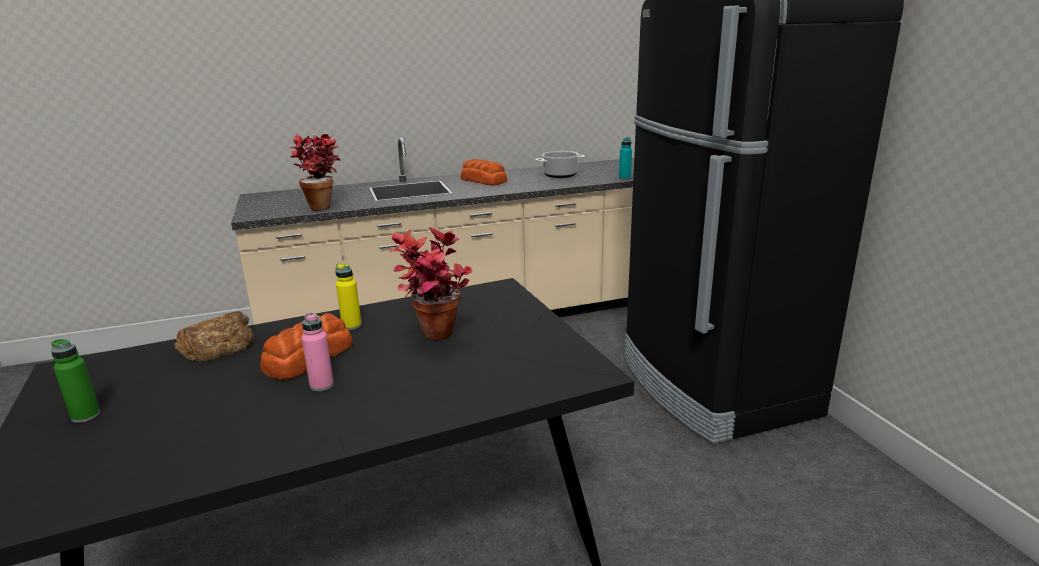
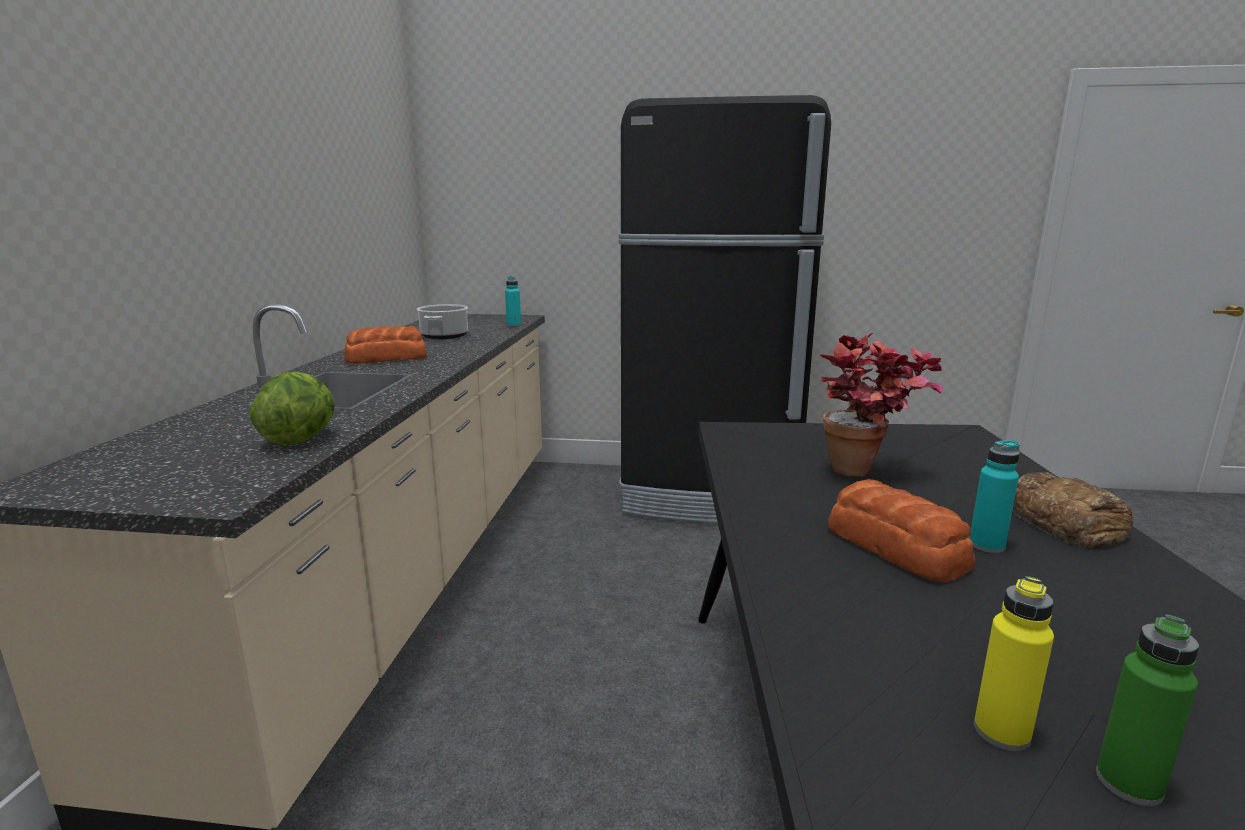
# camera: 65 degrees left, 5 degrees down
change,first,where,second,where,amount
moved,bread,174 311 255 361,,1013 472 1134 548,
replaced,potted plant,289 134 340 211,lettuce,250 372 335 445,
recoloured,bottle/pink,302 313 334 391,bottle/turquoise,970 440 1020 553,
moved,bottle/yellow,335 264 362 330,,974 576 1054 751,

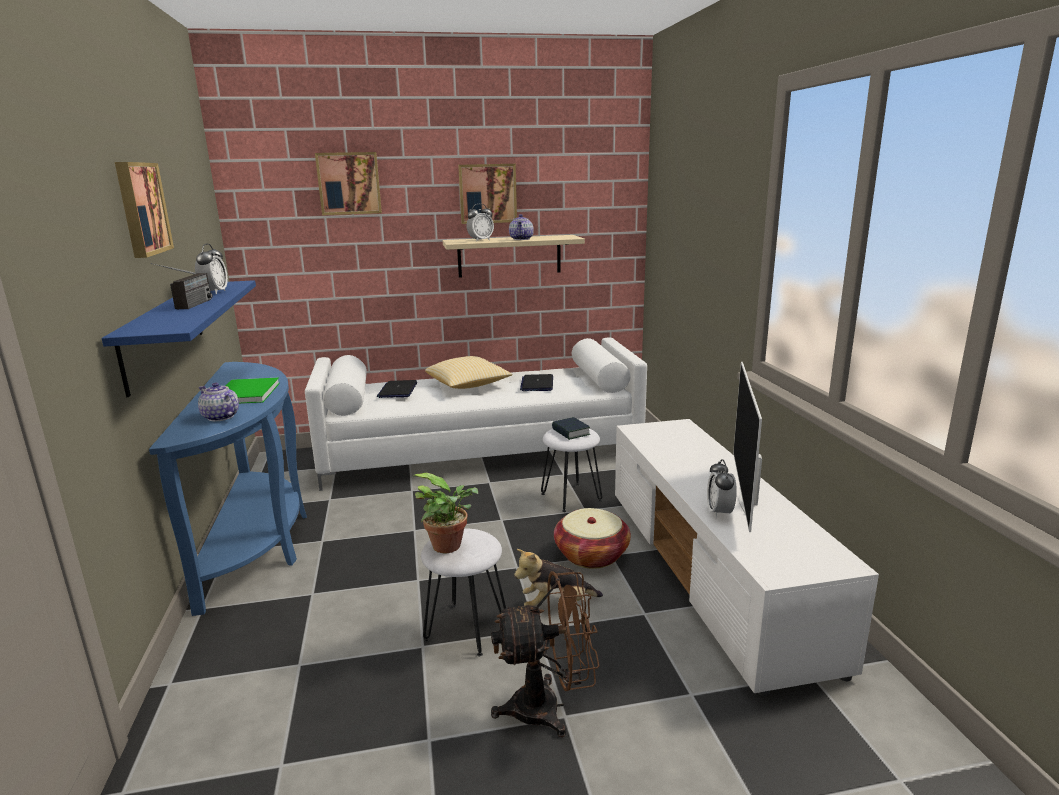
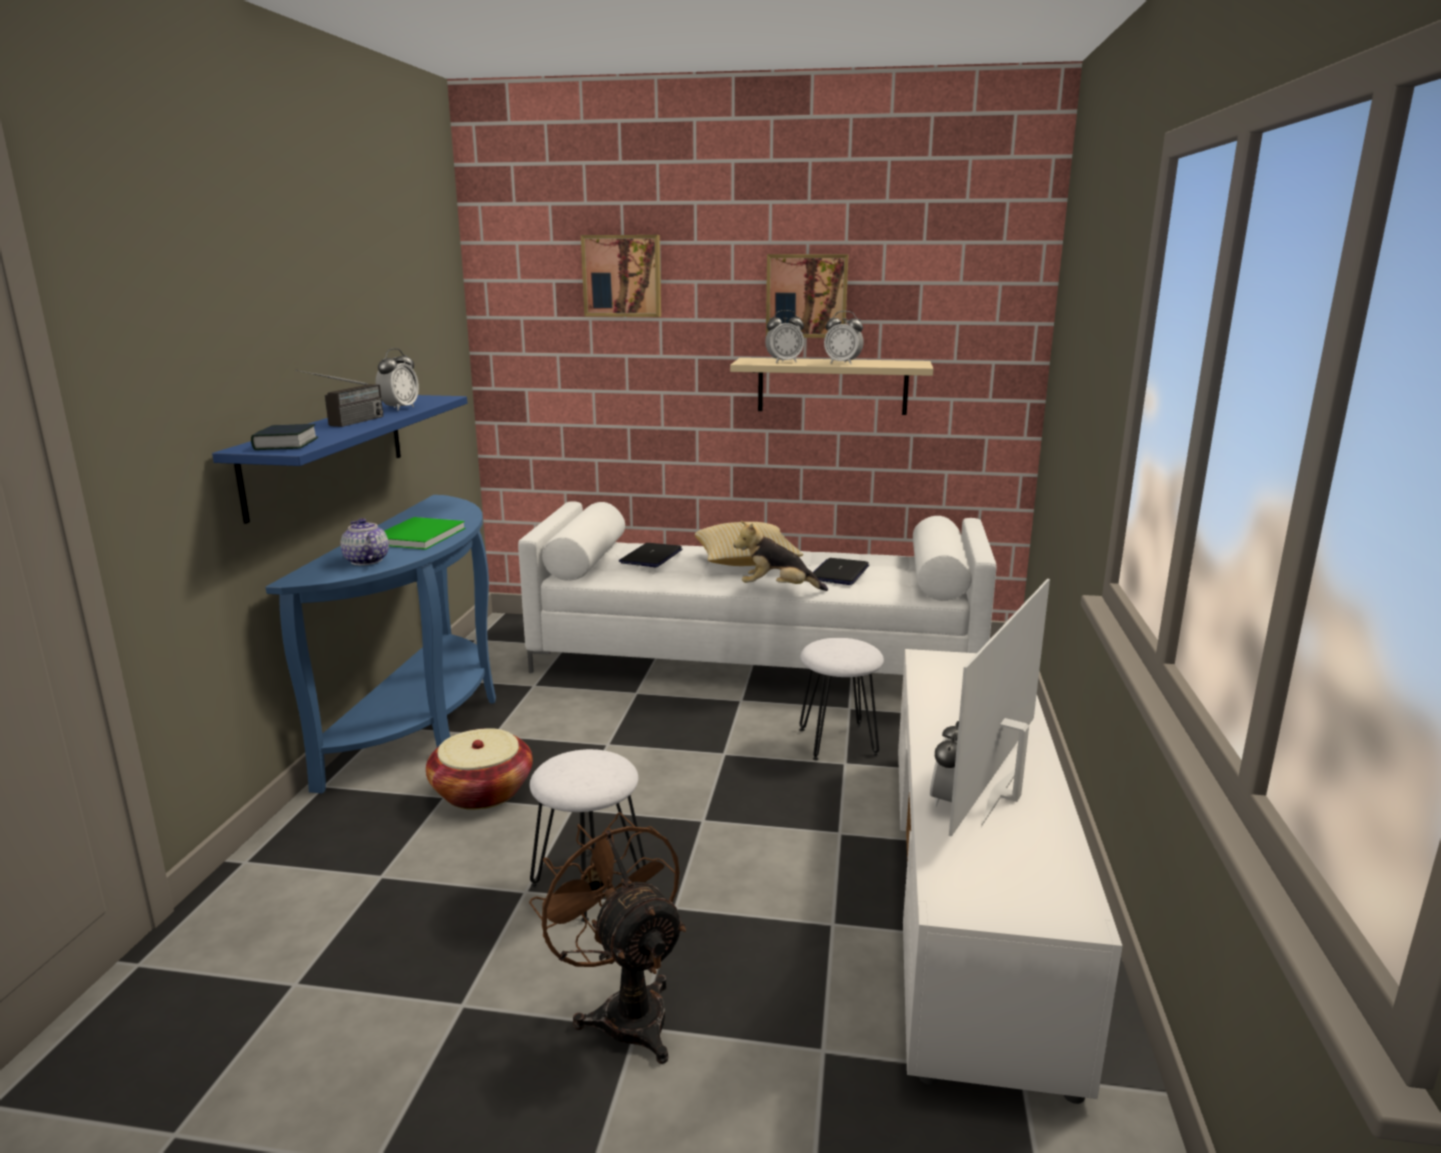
# camera: 20 degrees right, 0 degrees up
change,first,where,second,where,amount
removed,picture,115 162 174 258,,,
removed,potted plant,412 473 478 553,,,
turned,fan/brown,491 571 599 737,,529 812 686 1064,135 degrees counterclockwise
replaced,teapot,509 214 534 240,alarm clock,824 311 864 364,
moved,plush toy,514 549 603 607,,733 520 828 591,
moved,book,552 417 590 440,,251 424 318 450,
moved,basket,554 508 631 569,,426 728 533 810,

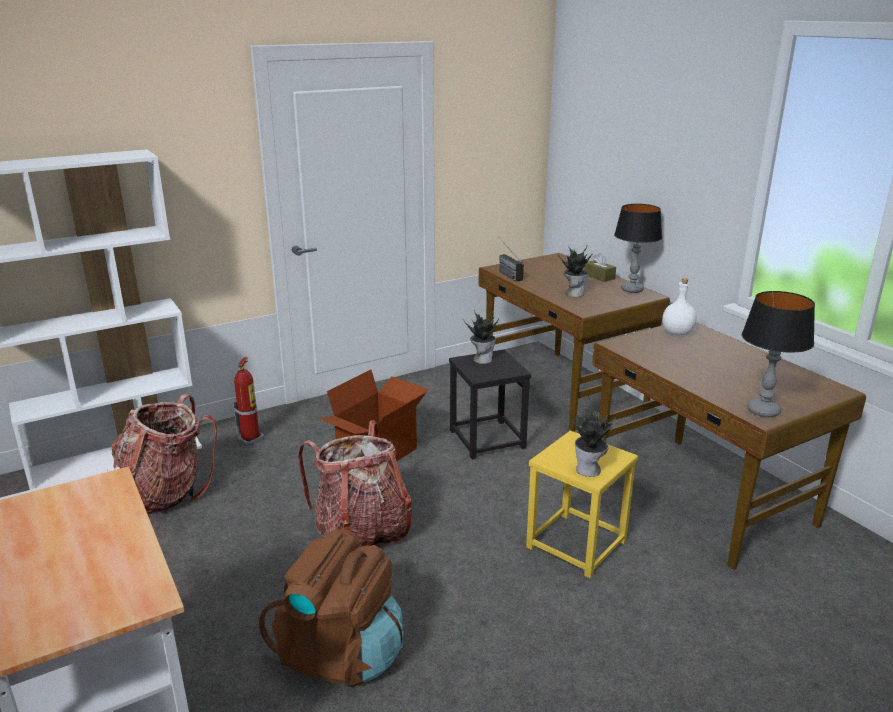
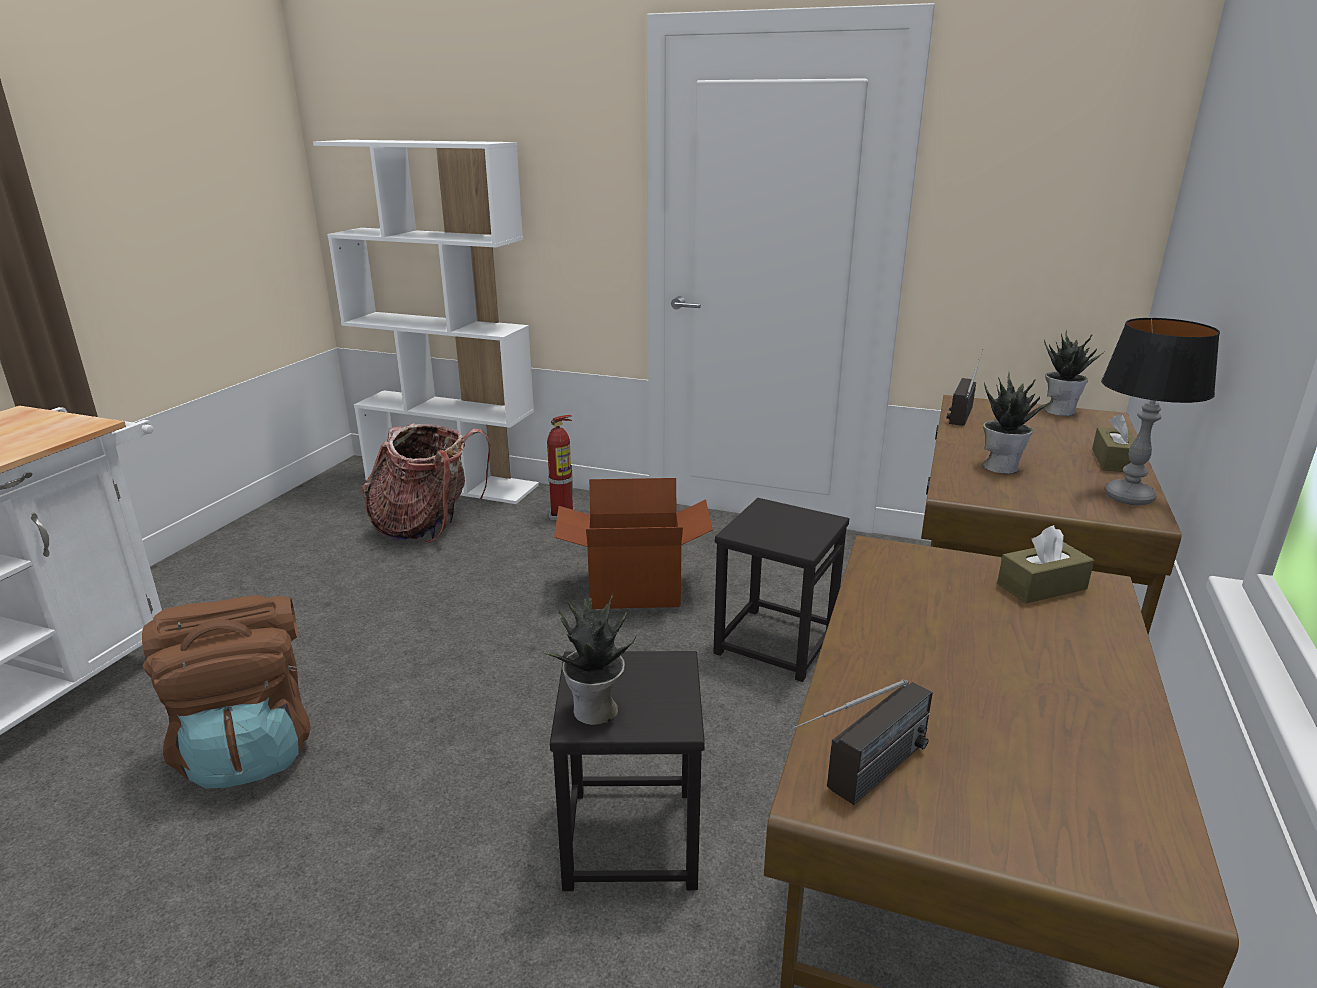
# camera: 50 degrees right, 0 degrees up
change,first,where,second,where,amount
removed,backpack,298 420 413 547,,,
moved,potted plant,463 310 499 364,,1044 330 1104 416,
recoloured,stool/yellow,526 431 638 578,stool/black,550 651 705 891,
replaced,bottle/white,662 278 697 336,tissue box/brown,997 525 1094 603,
replaced,table lamp,742 291 815 417,radio,791 680 933 805,

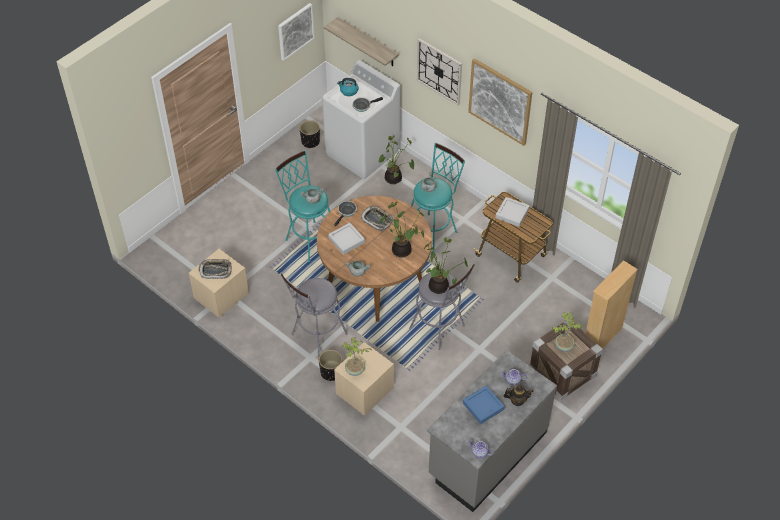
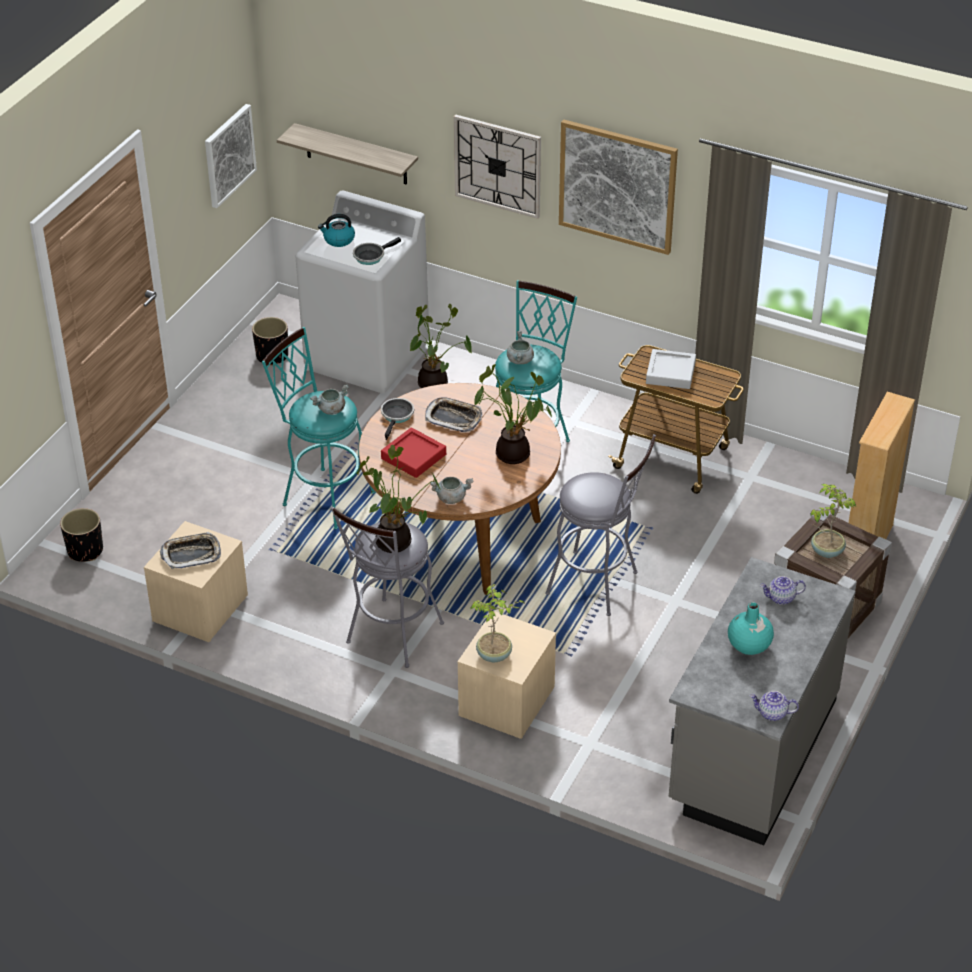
# camera: 15 degrees left, 10 degrees down
change,first,where,second,where,amount
moved,planter/black,319 350 342 381,,60 508 103 562,
recoloured,tray/grey,328 223 365 255,tray/red,381 427 446 478,
moved,potted plant,423 237 468 294,,356 445 441 553,
replaced,tray/blue,463 385 505 424,vase/turquoise,728 602 774 655,
removed,teapot,504 385 534 406,,,

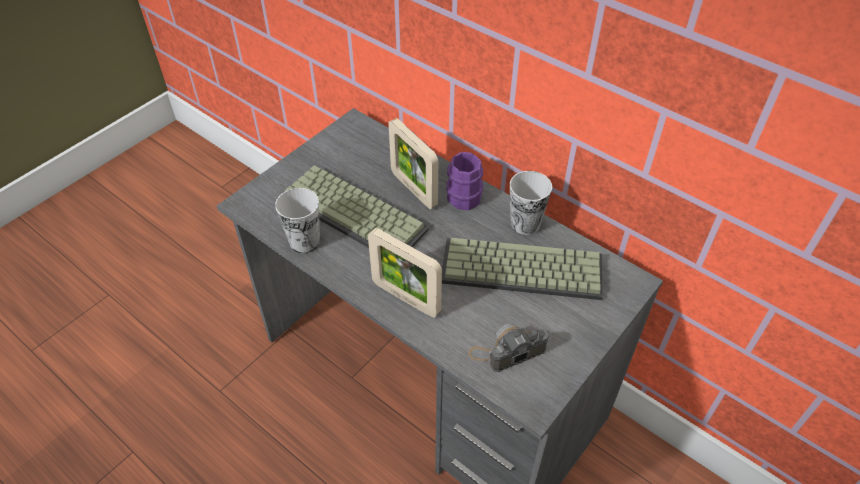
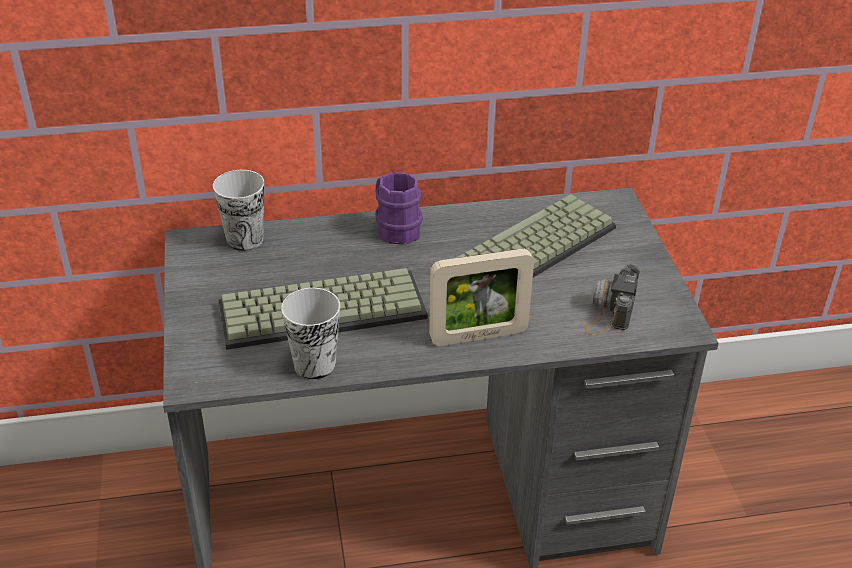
# camera: 50 degrees left, 10 degrees down
change,first,where,second,where,amount
removed,picture frame,389 118 438 209,,,
moved,cup,510 171 552 235,,213 170 265 251,

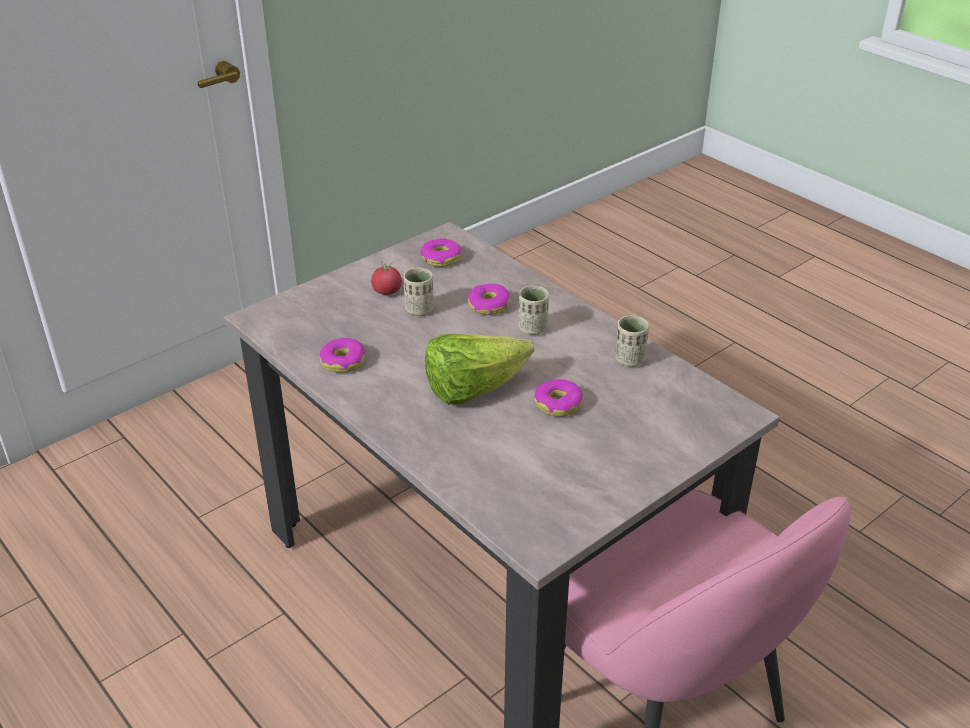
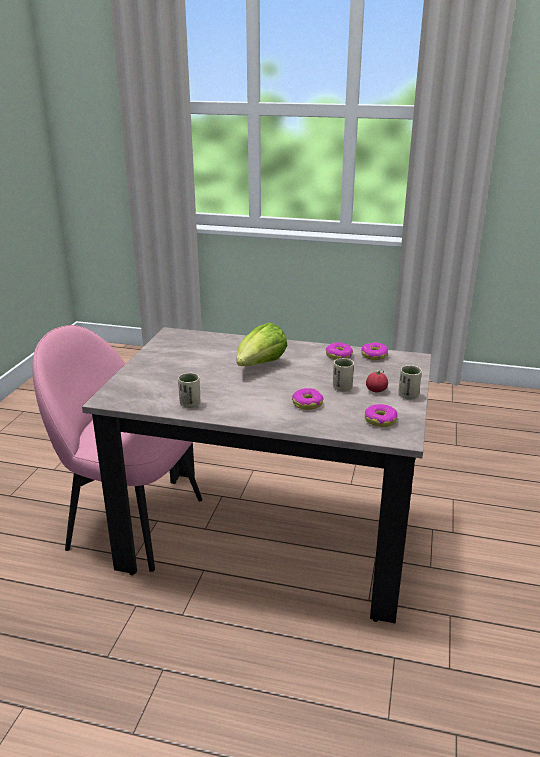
# camera: 145 degrees right, 10 degrees down
change,first,where,second,where,amount
moved,cup/beige,518 286 549 335,,398 365 422 400,
moved,donut,534 379 583 417,,361 342 388 360,

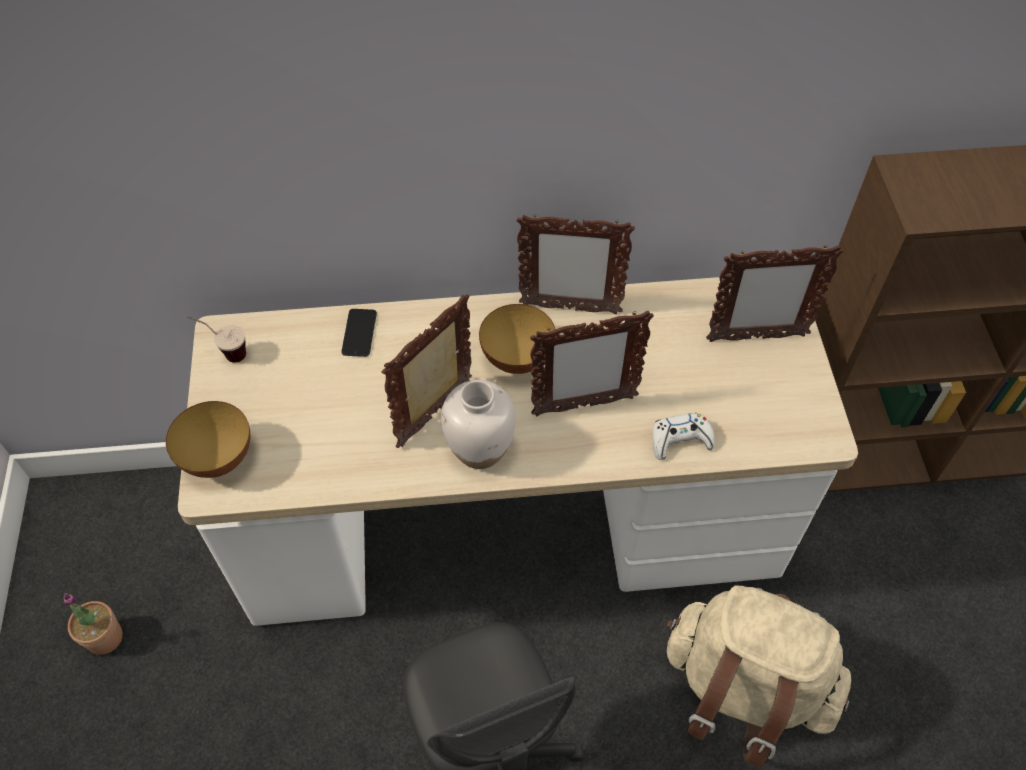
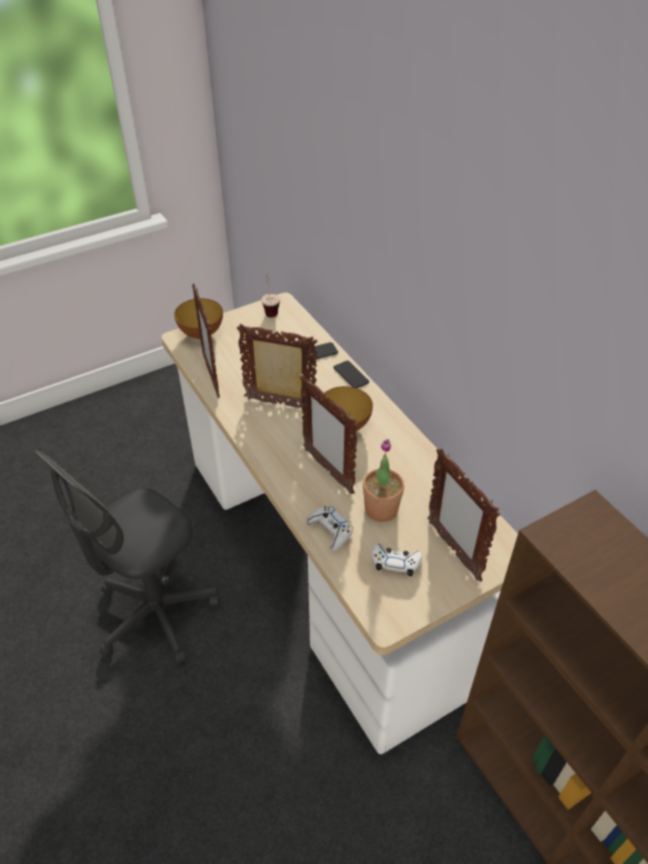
# camera: 65 degrees right, 10 degrees down
change,first,where,second,where,amount
moved,potted plant,63 593 123 655,,363 439 404 522,
removed,vase/white,441 380 516 469,,,
moved,picture frame,517 214 635 314,,192 284 220 398,
removed,backpack/beige,667 586 851 767,,,
added,,,phone,333 361 369 388,
added,,,game controller/white,372 544 422 576,

